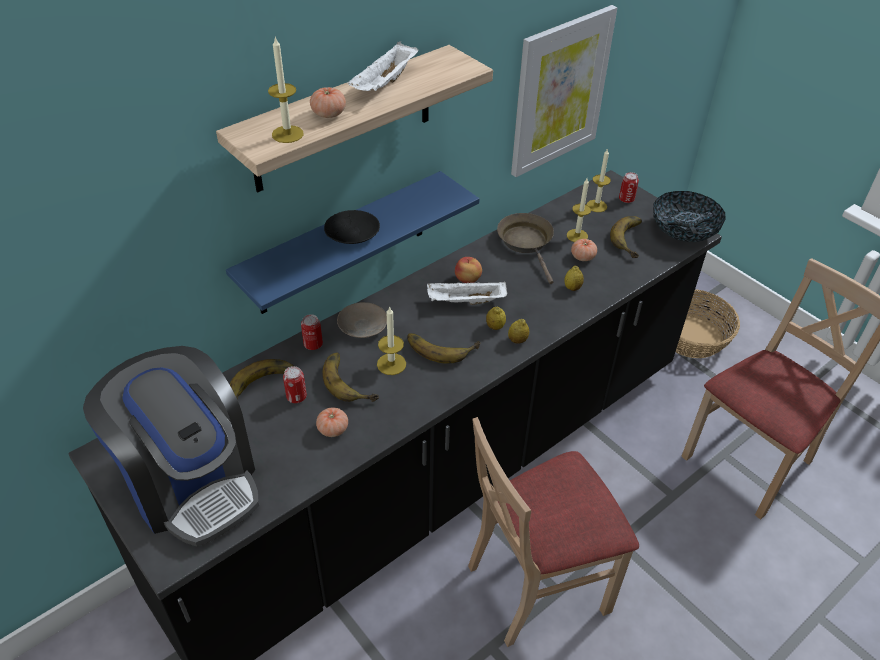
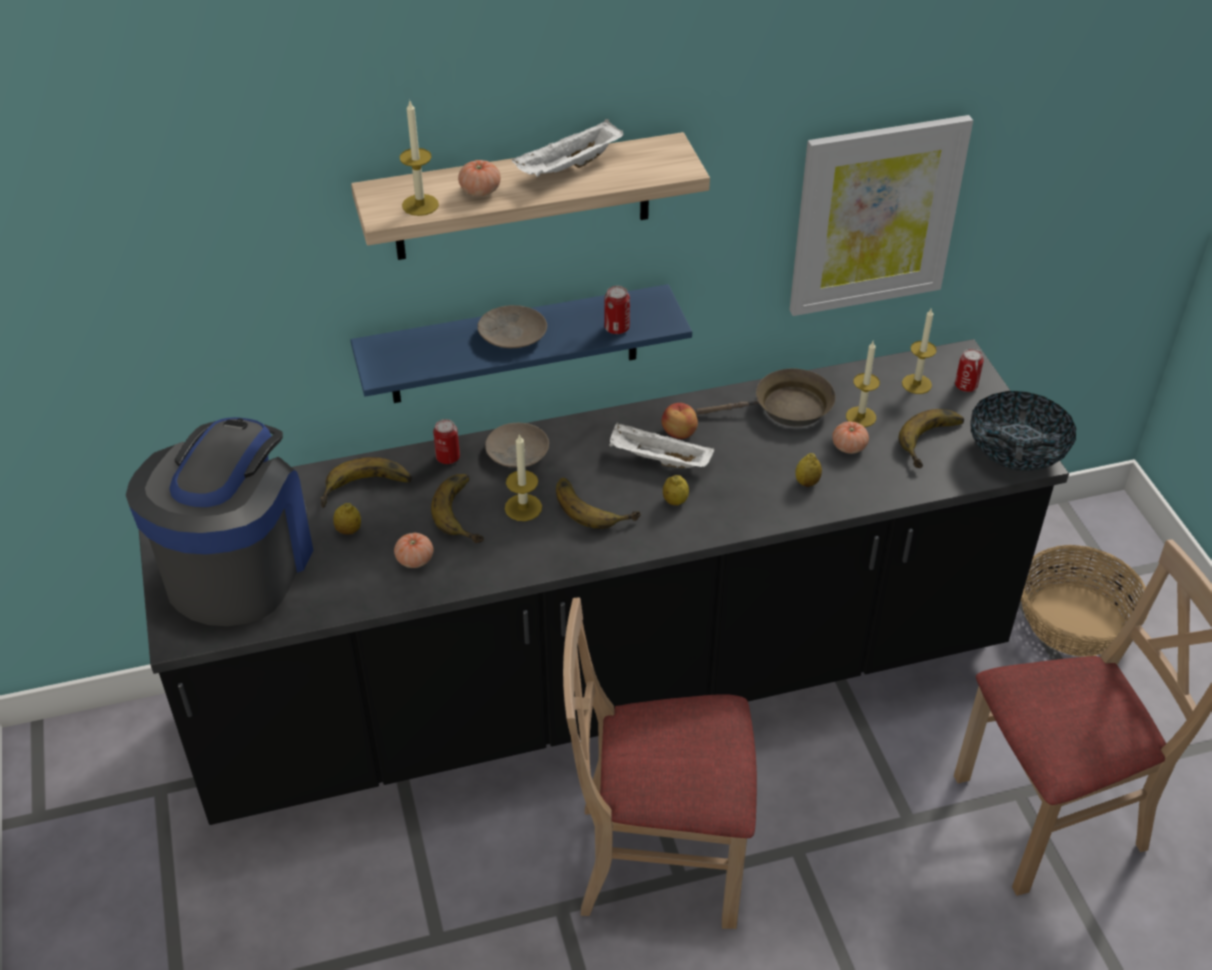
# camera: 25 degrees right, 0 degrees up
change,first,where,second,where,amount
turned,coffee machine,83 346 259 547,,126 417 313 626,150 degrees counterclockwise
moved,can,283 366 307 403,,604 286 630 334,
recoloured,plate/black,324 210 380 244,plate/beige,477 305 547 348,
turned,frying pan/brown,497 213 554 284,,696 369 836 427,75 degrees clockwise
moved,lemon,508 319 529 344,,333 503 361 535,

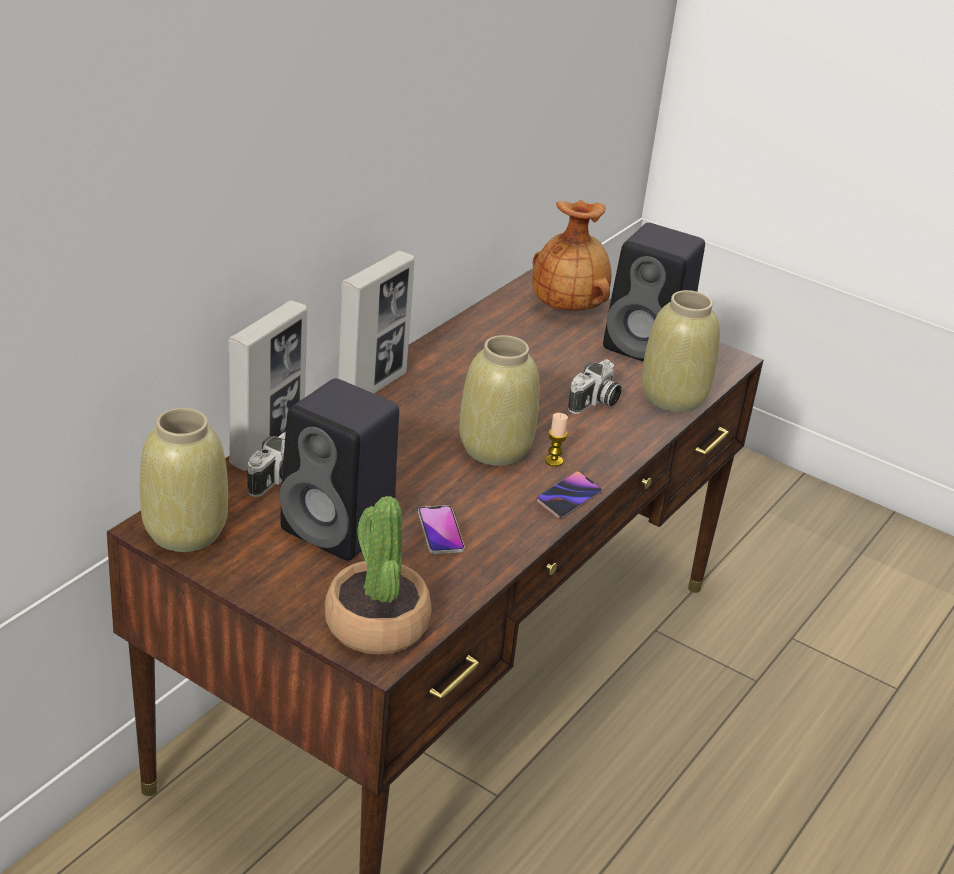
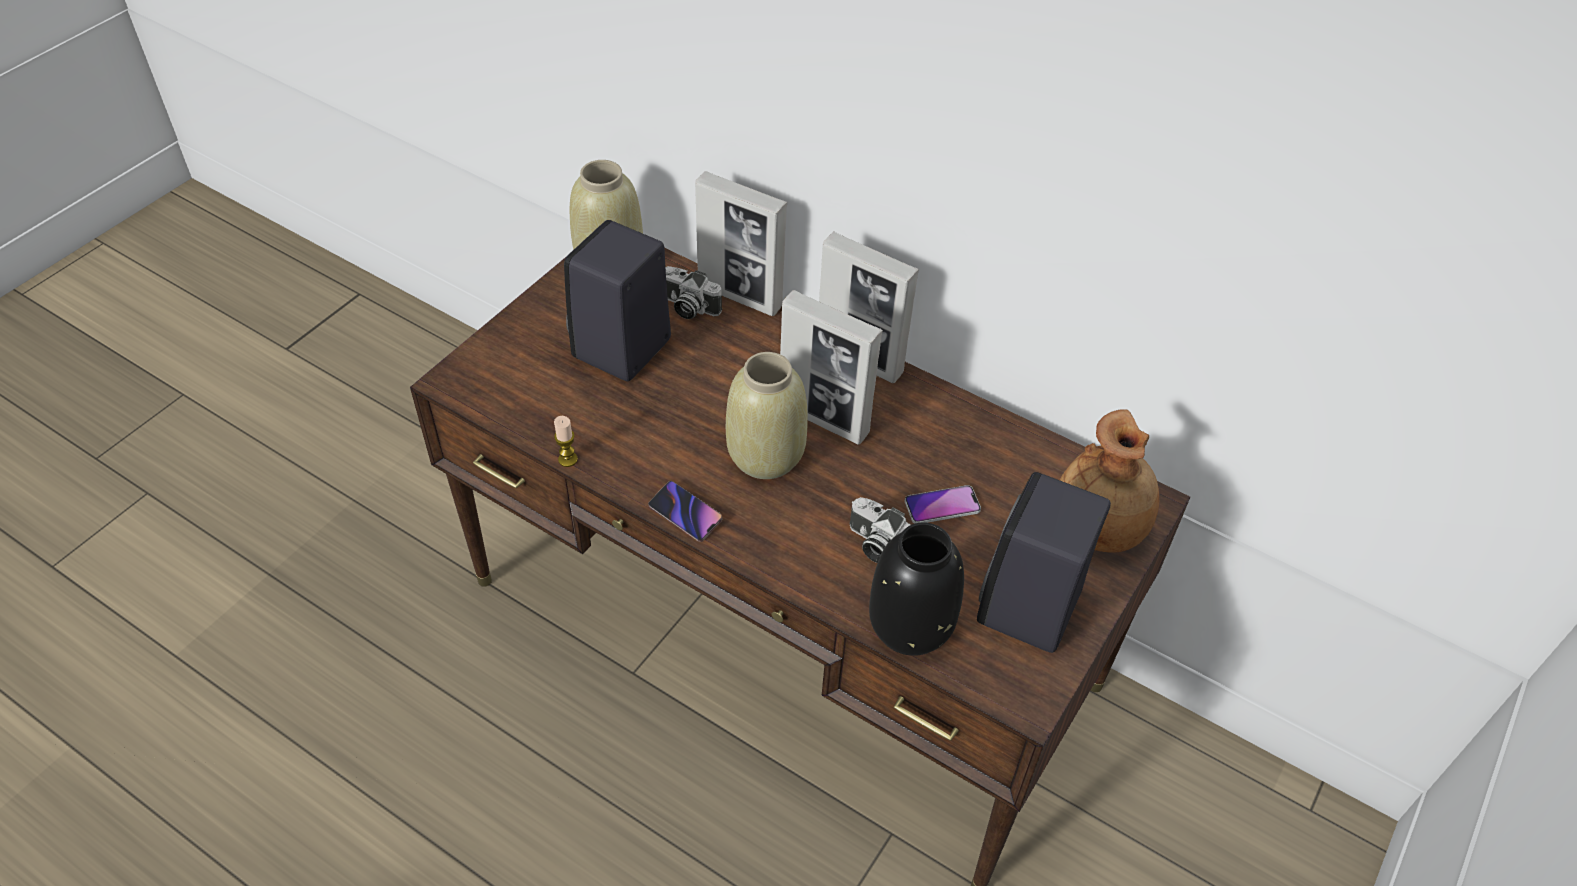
# camera: 90 degrees right, 15 degrees up
change,first,where,second,where,amount
removed,potted plant,325 496 431 655,,,
moved,phone,418 505 465 554,,905 485 981 524,
moved,candle,545 413 568 467,,554 416 578 467,
recoloured,vase/beige,642 290 720 412,vase/black,869 522 964 656,
added,,,picture frame,780 290 883 445,

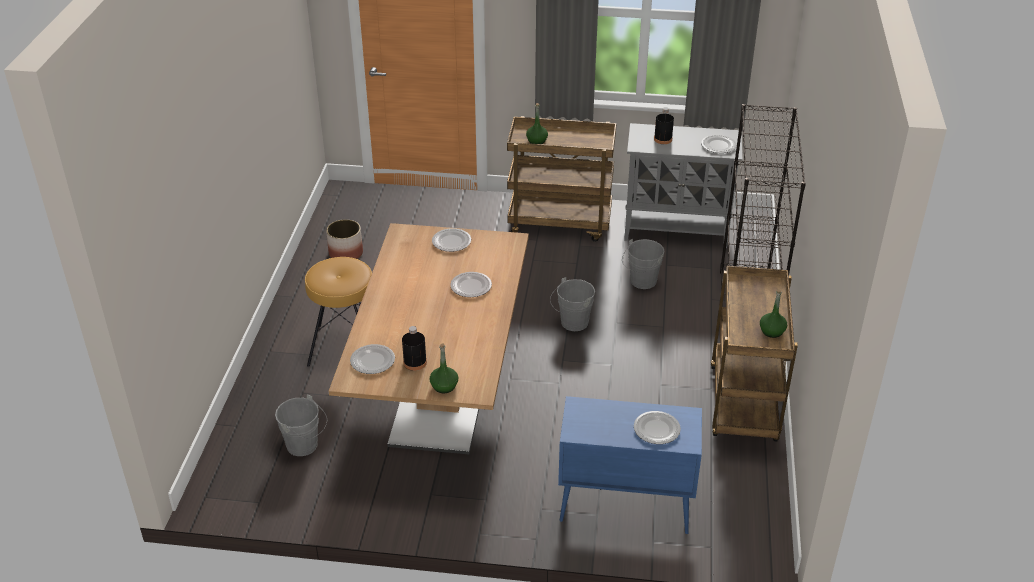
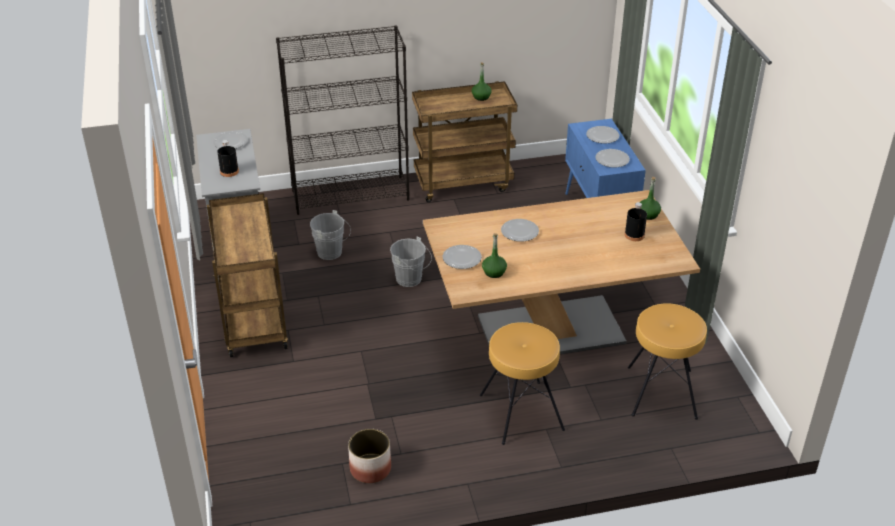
# camera: 110 degrees left, 0 degrees up
change,first,where,second,where,amount
replaced,bucket/grey,275 394 327 456,stool/brown,628 303 707 420,
moved,plate,350 344 395 374,,595 149 630 168,
moved,bottle/green,526 103 548 144,,482 233 507 278,

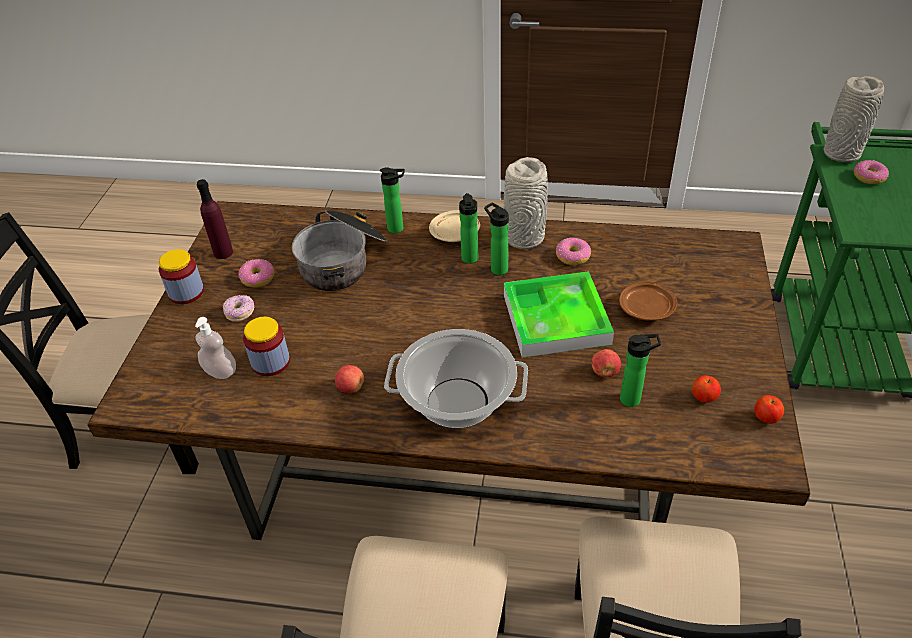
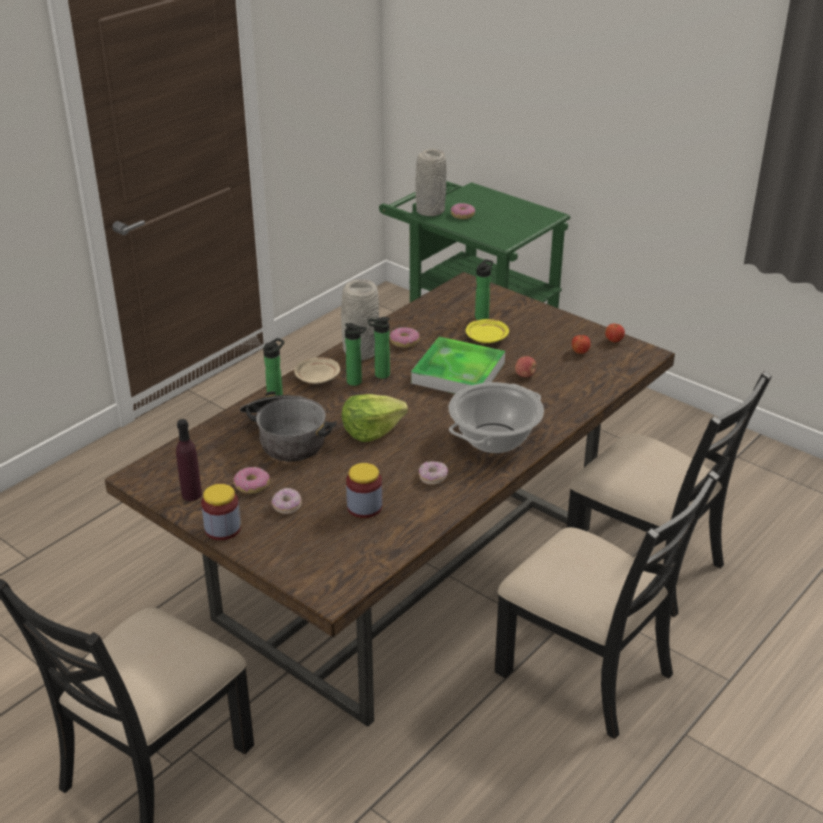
# camera: 60 degrees left, 10 degrees down
change,first,where,second,where,amount
removed,soap dispenser,195 317 236 379,,,
replaced,apple,335 365 364 393,donut,419 461 448 485,
recoloured,plate/brown,619 282 677 321,plate/yellow,466 319 509 343,
moved,bottle,620 334 661 407,,475 259 493 320,
added,,,lettuce,342 394 408 442,

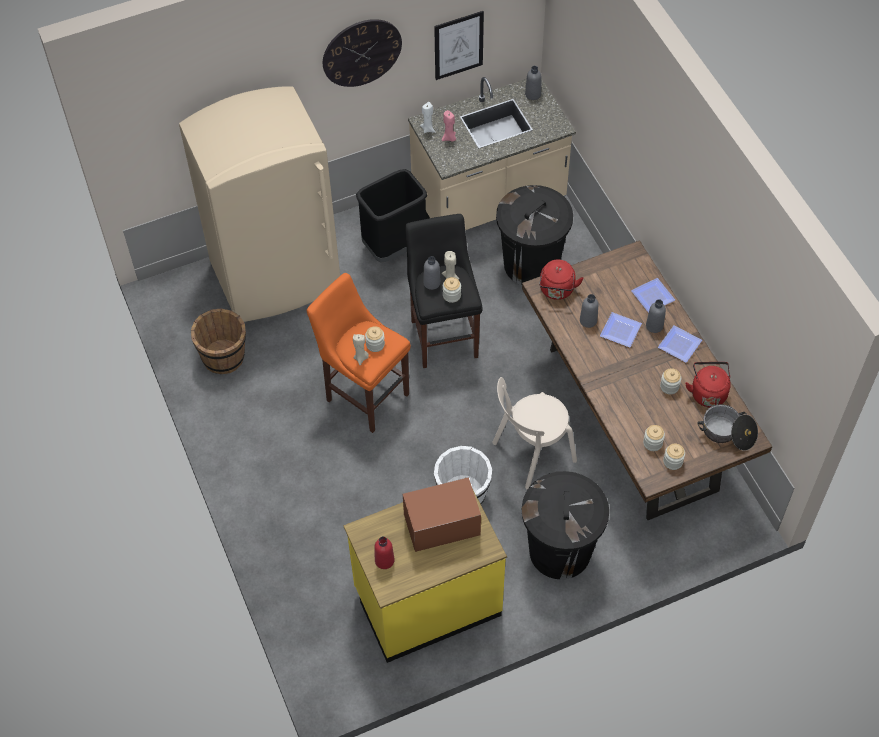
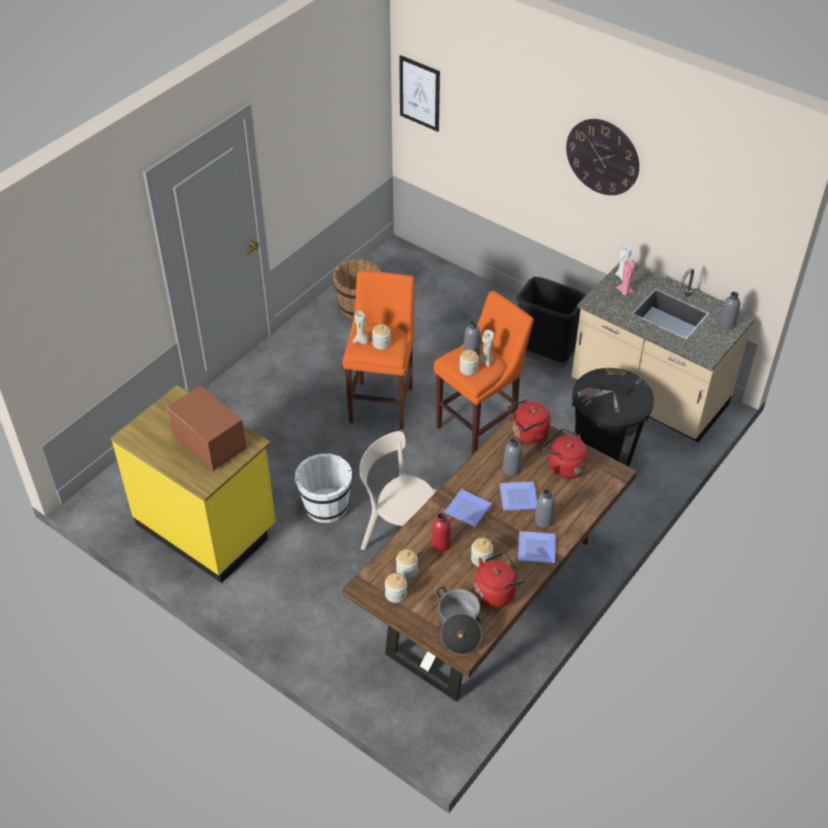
# camera: 60 degrees right, 10 degrees down
change,first,where,second,where,amount
removed,fridge/beige,179 86 340 322,,,
moved,bottle/red,374 537 395 569,,431 513 451 552,
recoloured,stool/black,405 214 483 368,stool/orange,434 291 534 455,
moved,picture,434 11 484 80,,399 55 440 132,
removed,trash can/black,522 471 609 579,,,
moved,plate,631 278 675 313,,444 489 492 527,
added,,,kettle/red,543 429 588 479,

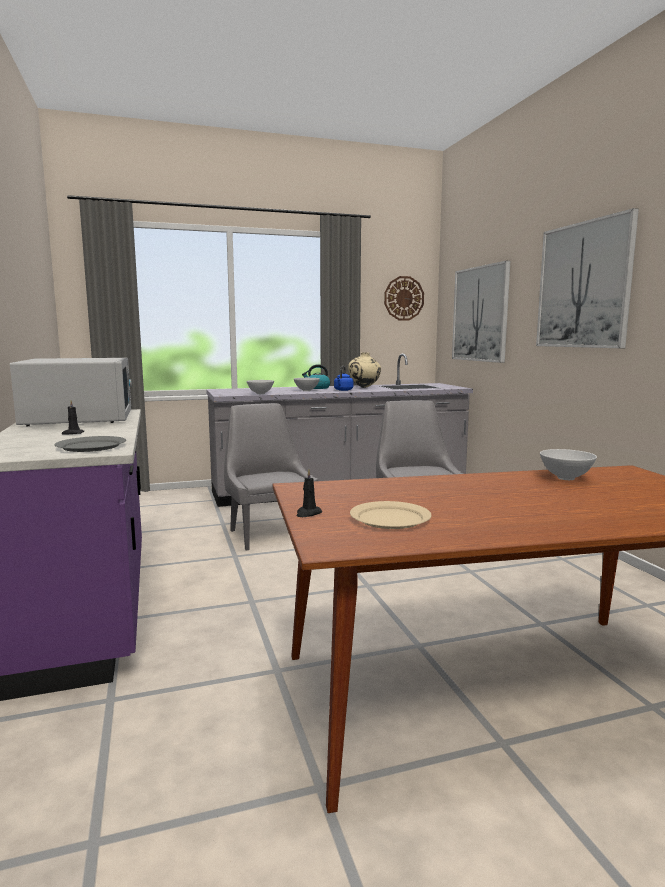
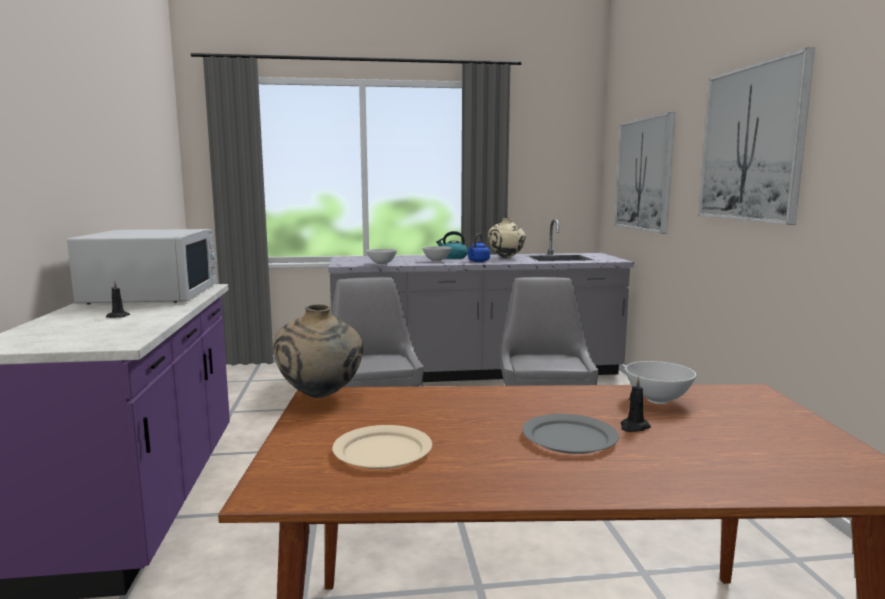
# camera: 10 degrees right, 0 degrees up
change,first,where,second,where,amount
moved,plate/grey,54 436 126 452,,522 414 619 454,
moved,candle/black,296 469 322 517,,621 377 651 432,
removed,wall clock,384 276 424 320,,,
added,,,vase/beige,273 304 363 398,

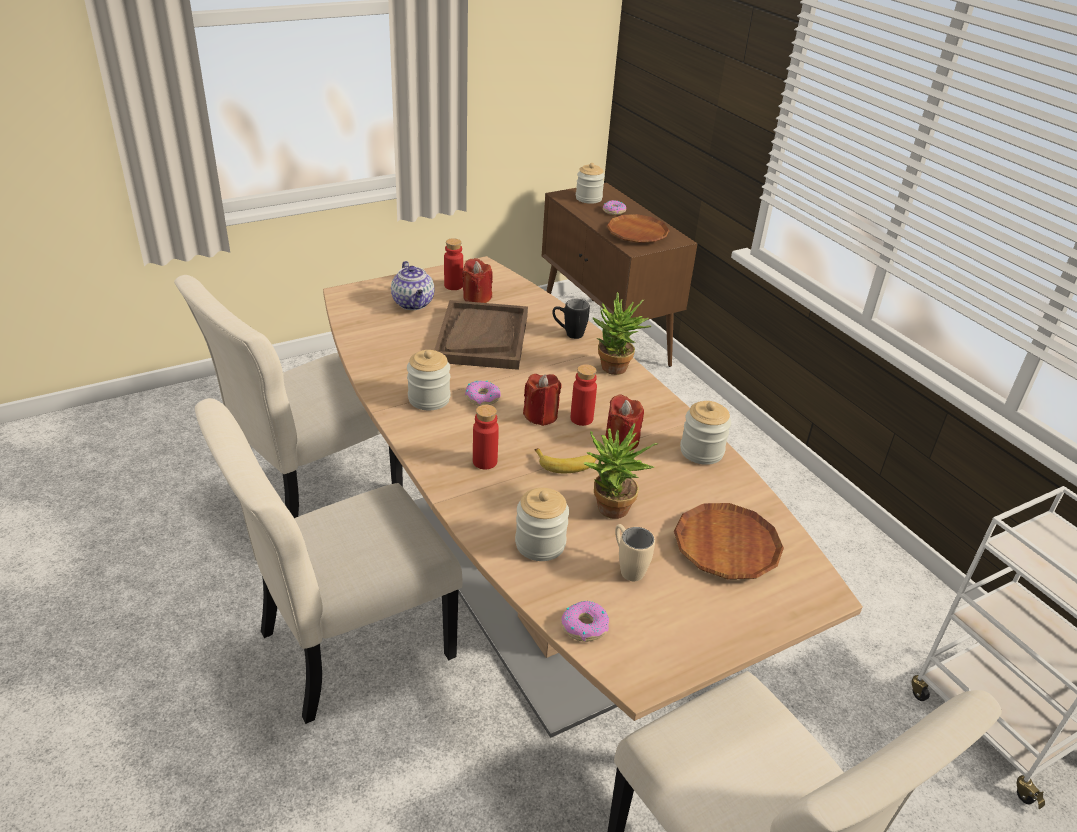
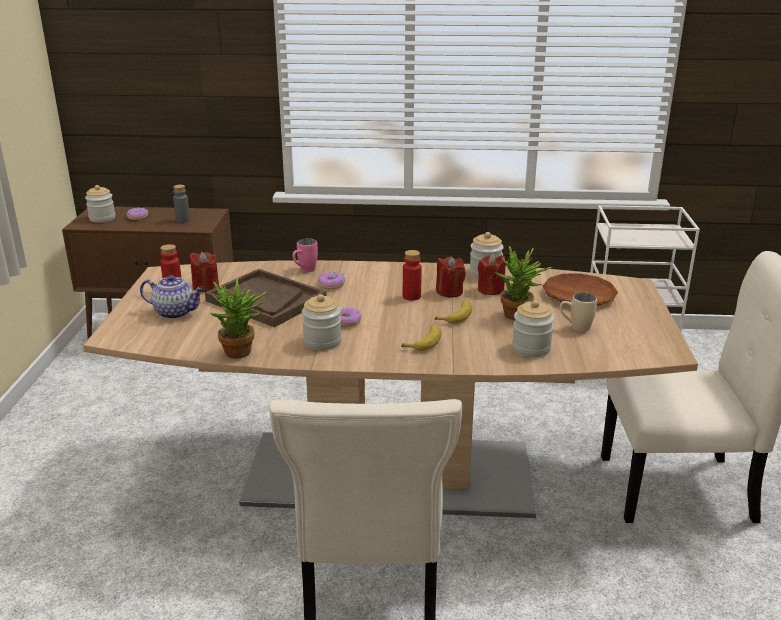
# camera: 55 degrees left, 10 degrees down
change,first,where,second,where,amount
removed,chair/beige,174 275 403 518,,,
replaced,bottle/red,473 405 499 470,banana,401 325 441 351,
moved,candle/red,523 374 562 426,,478 254 505 295,
recoloured,mug/black,552 299 590 339,mug/pink,293 238 318 272,
moved,donut,561 601 609 642,,318 272 345 289,
moved,potted plant,592 292 652 375,,210 277 267 359,
replaced,plate/brown,607 214 670 243,bottle/grey,173 185 190 223,

